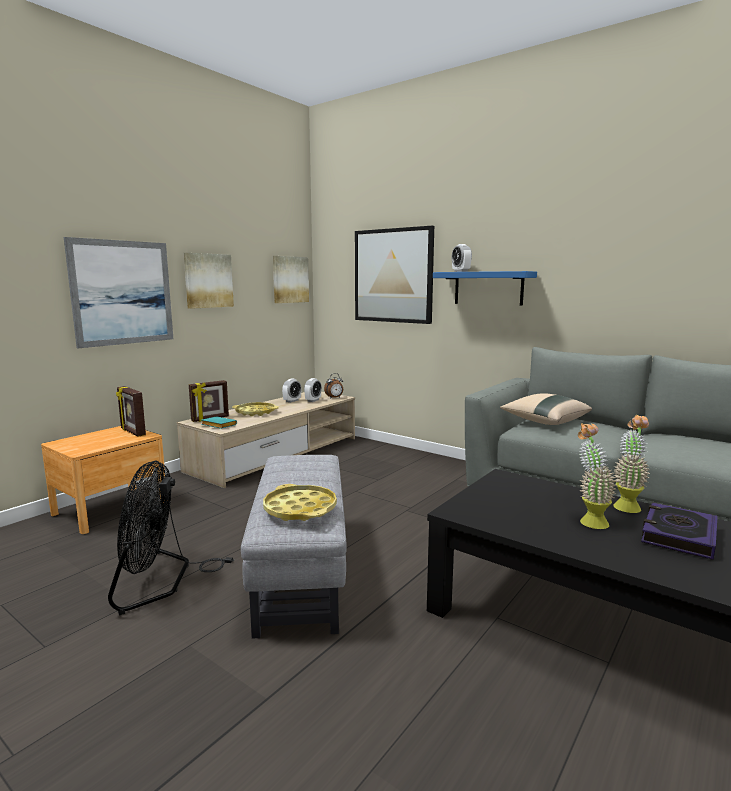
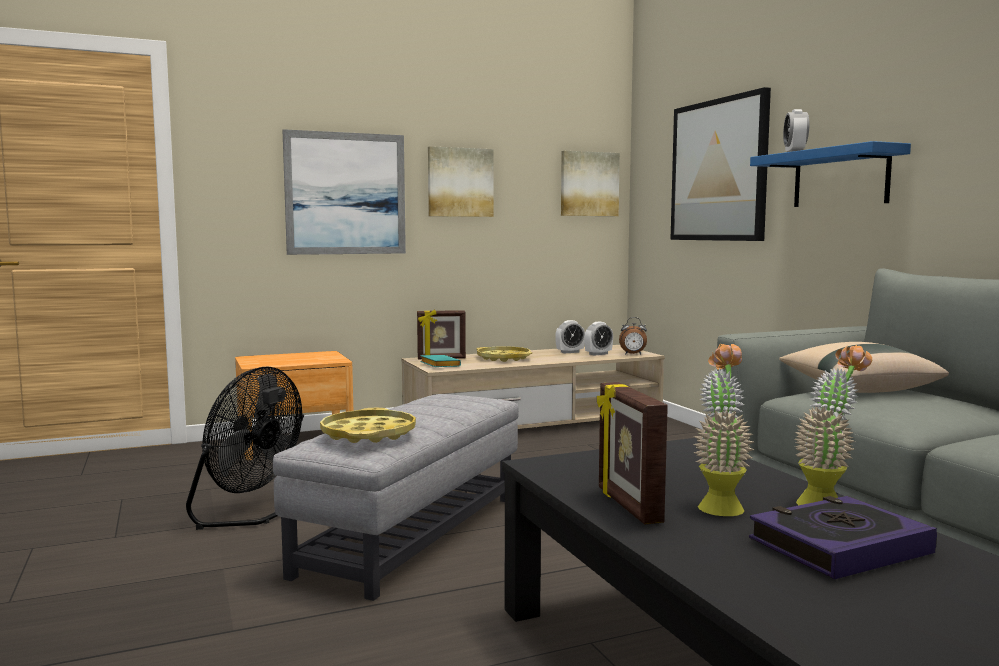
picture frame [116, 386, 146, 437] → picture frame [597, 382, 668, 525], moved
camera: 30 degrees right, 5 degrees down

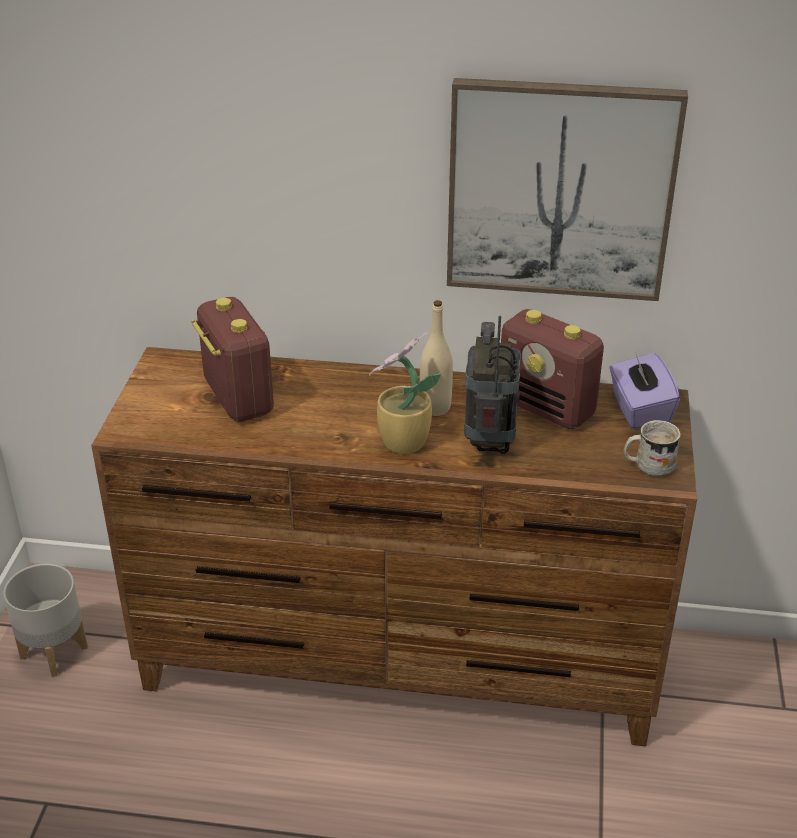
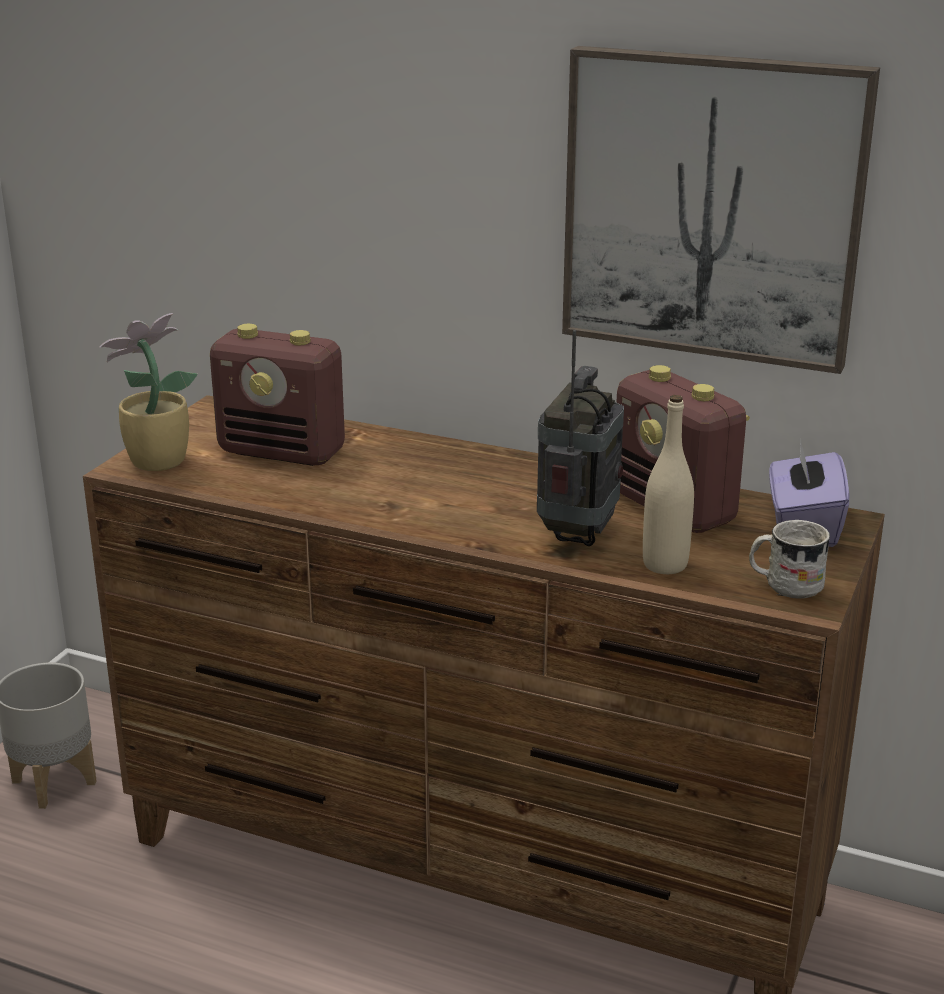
radio [191, 297, 274, 422] → radio [210, 324, 345, 466], 120 degrees clockwise
beige bottle [420, 300, 453, 416] → beige bottle [643, 395, 694, 574], moved
potted plant [369, 333, 441, 454] → potted plant [99, 313, 198, 471], moved
camera: 15 degrees right, 10 degrees down

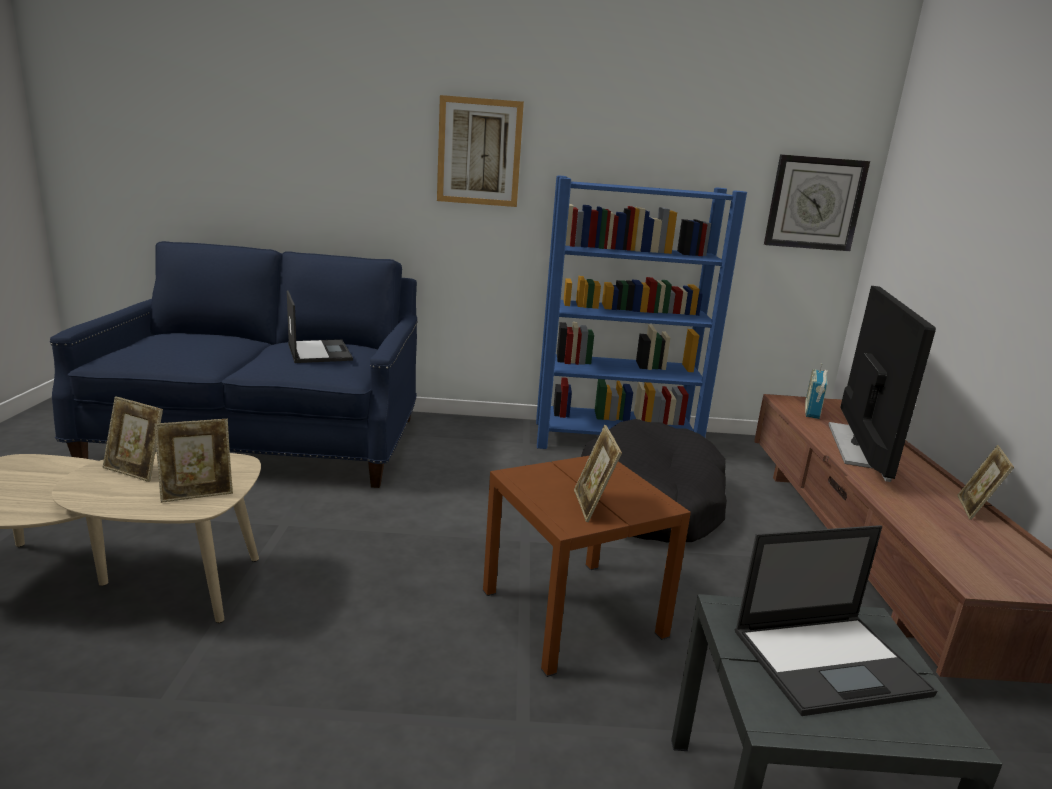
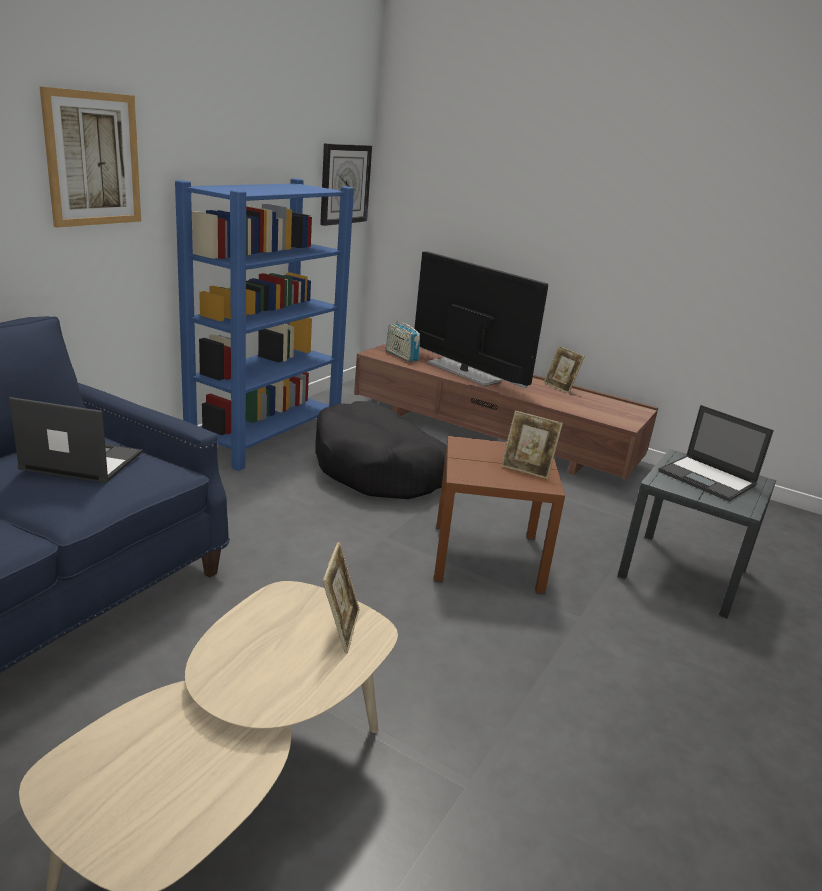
picture frame [103, 396, 163, 482] → -
laptop [735, 525, 937, 716] → laptop [658, 405, 774, 502], 120 degrees clockwise
camera: 60 degrees left, 5 degrees up

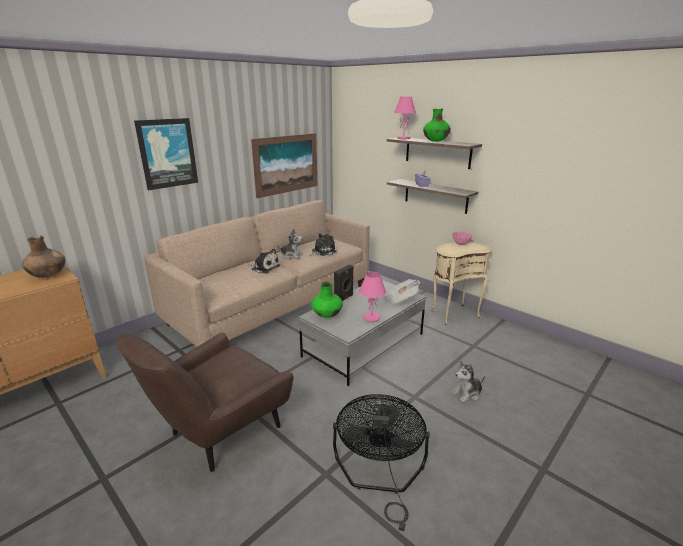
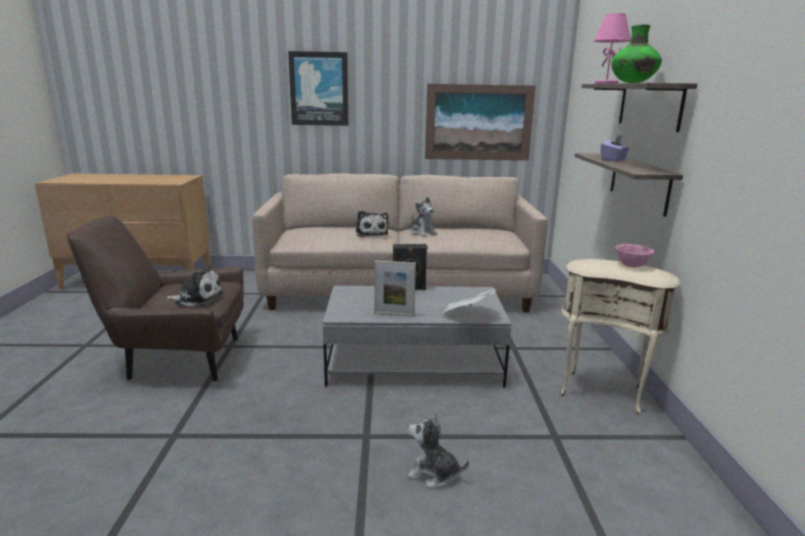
plush toy [310, 233, 337, 256] → plush toy [166, 265, 223, 307], moved
brown vase [22, 235, 65, 278] → -
pink table lamp [359, 272, 386, 322] → picture frame [375, 261, 416, 316]
green vase [311, 282, 343, 318] → -
black fan [333, 394, 430, 531] → -
camera: 45 degrees right, 5 degrees down

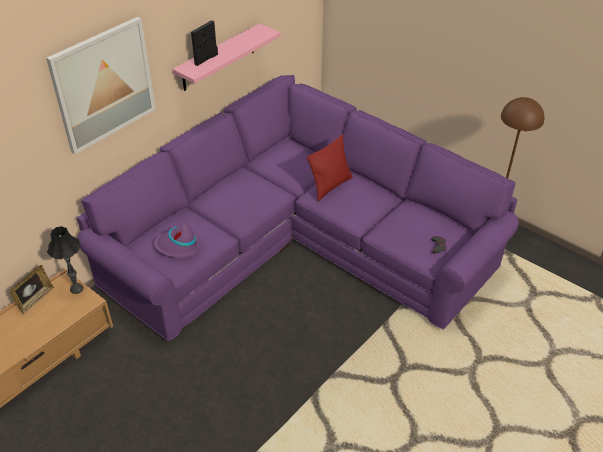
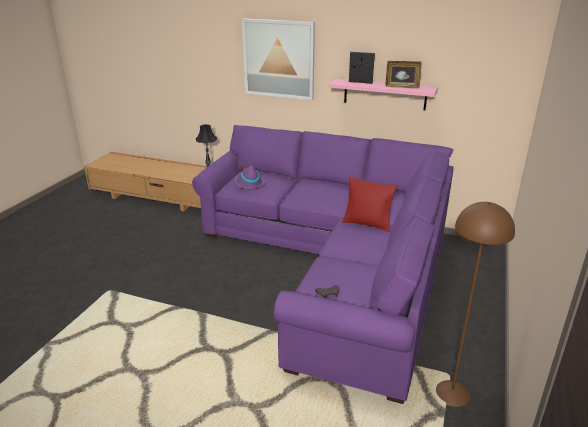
picture frame [10, 265, 54, 314] → picture frame [386, 61, 422, 88], moved
camera: 70 degrees right, 15 degrees down

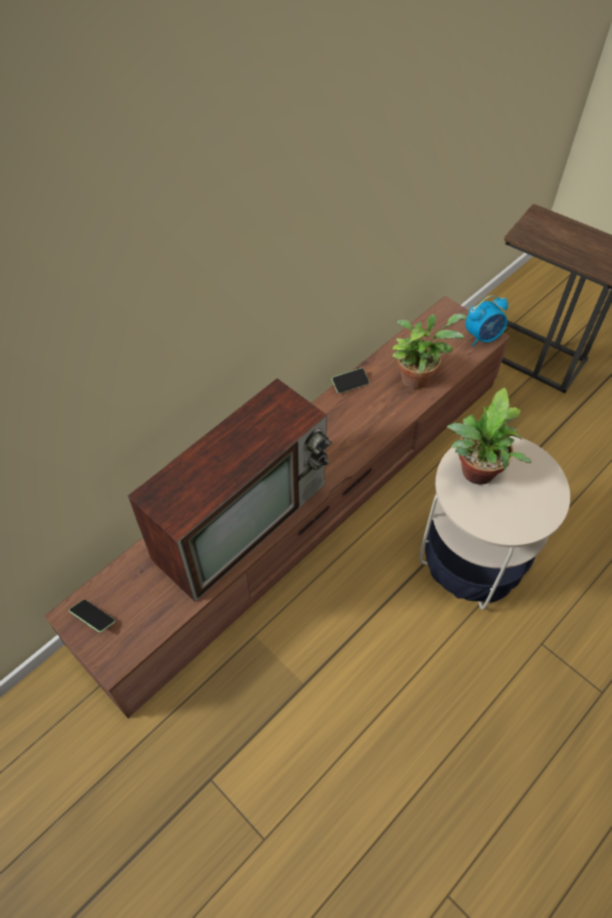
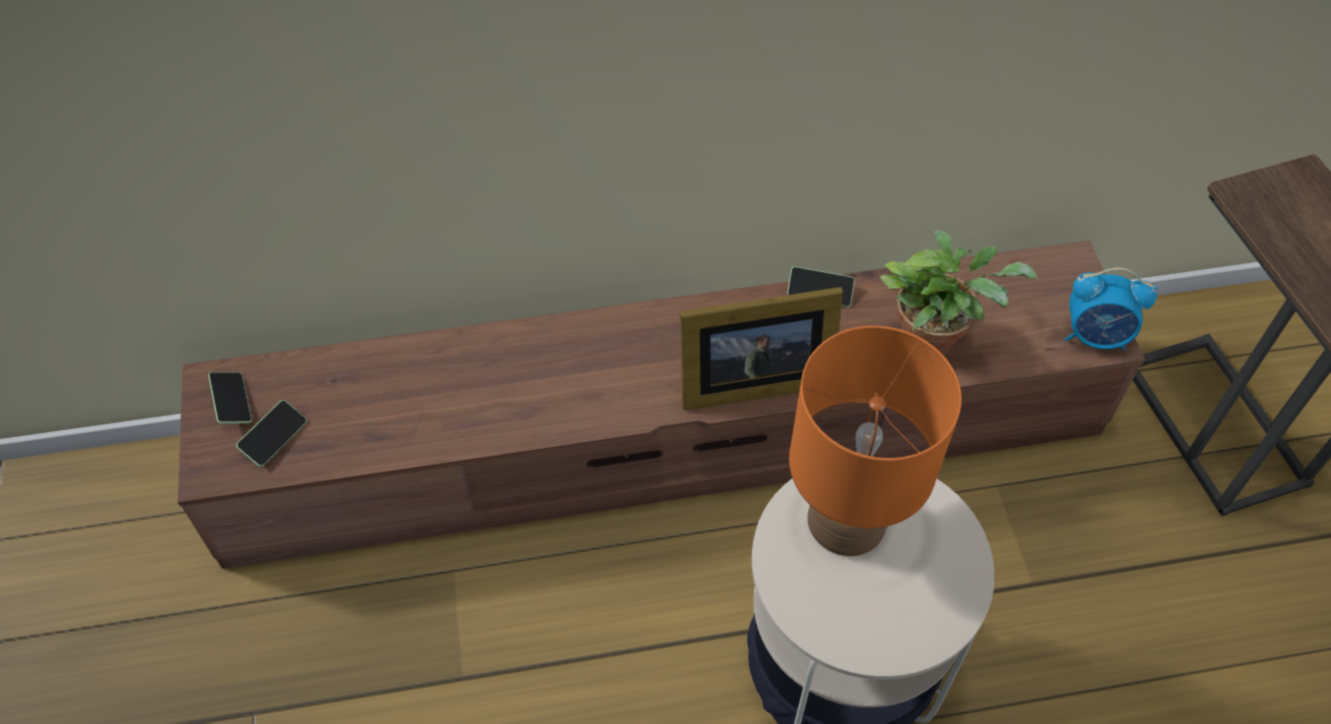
television [128, 378, 332, 602] → -
potted plant [447, 387, 532, 485] → orange table lamp [789, 326, 962, 556]
- → picture frame [680, 287, 843, 411]
- → phone [236, 400, 307, 467]
camera: 35 degrees right, 0 degrees up

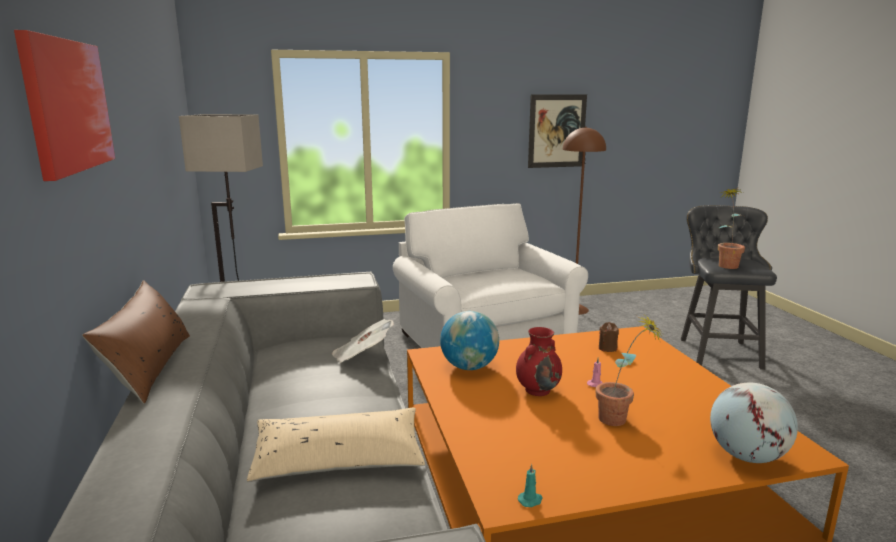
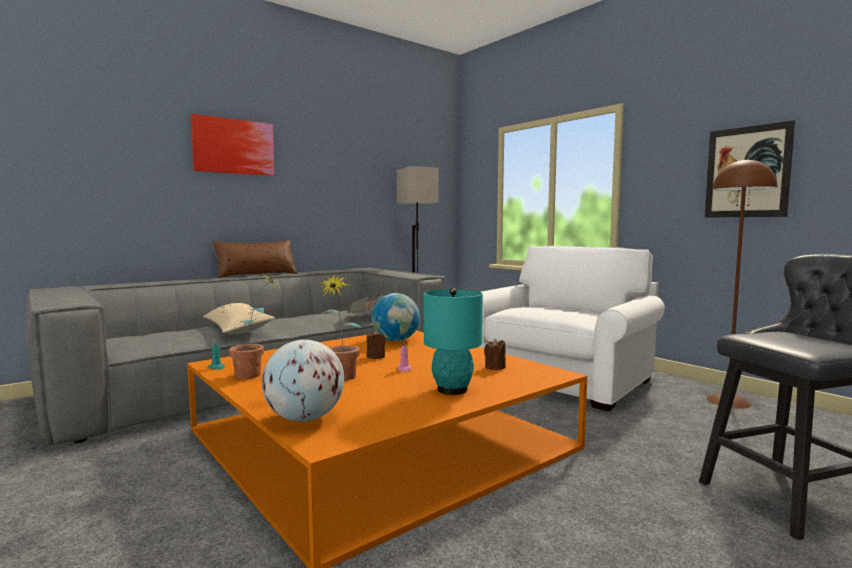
potted plant [718, 189, 745, 269] → potted plant [229, 273, 280, 379], moved
red vase [516, 327, 562, 396] → brown candle [367, 330, 386, 359]
- → turquoise table lamp [424, 288, 483, 395]
camera: 65 degrees right, 10 degrees down

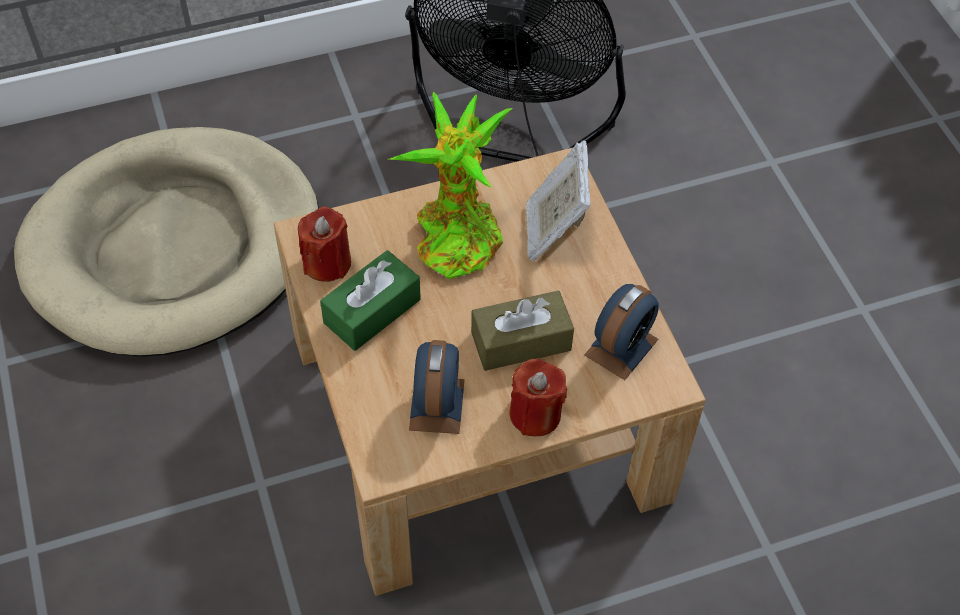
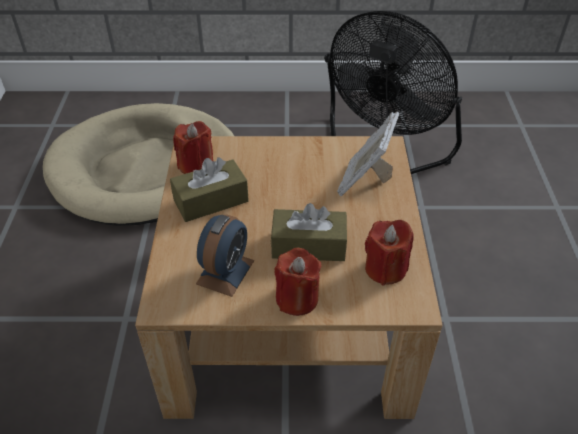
potted plant [388, 92, 512, 279] → -
green tissue box [320, 250, 421, 351] → brown tissue box [170, 157, 249, 222]
alarm clock [584, 284, 659, 380] → red candle [365, 220, 413, 286]
camera: 20 degrees right, 10 degrees down

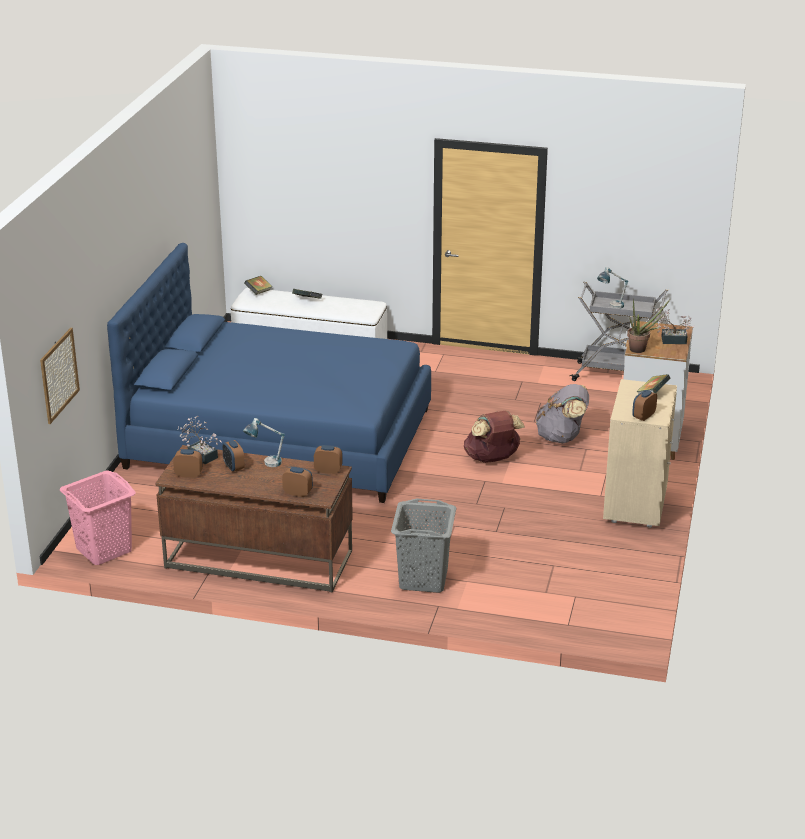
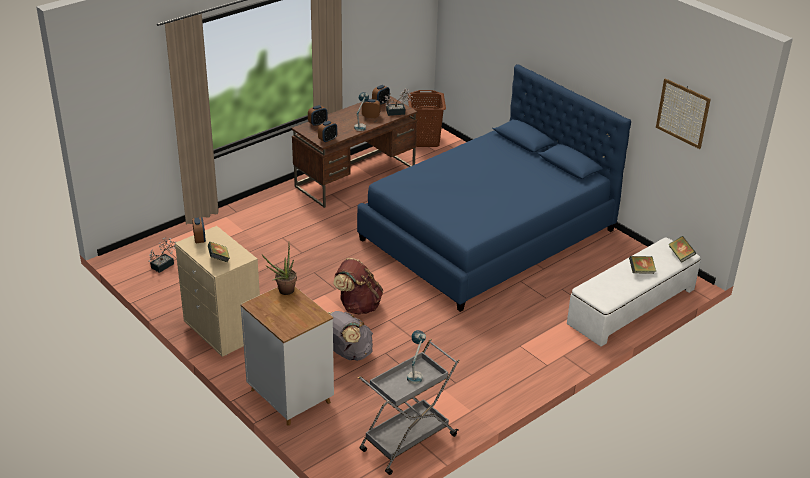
potted plant [652, 307, 695, 344] → potted plant [149, 237, 176, 273], moved
picture [40, 328, 80, 424] → picture [656, 78, 711, 149], moved
pink laundry basket [60, 470, 136, 565] → brown laundry basket [408, 90, 446, 147]
grey laundry basket [391, 498, 456, 593] → -
camera: 125 degrees right, 5 degrees up

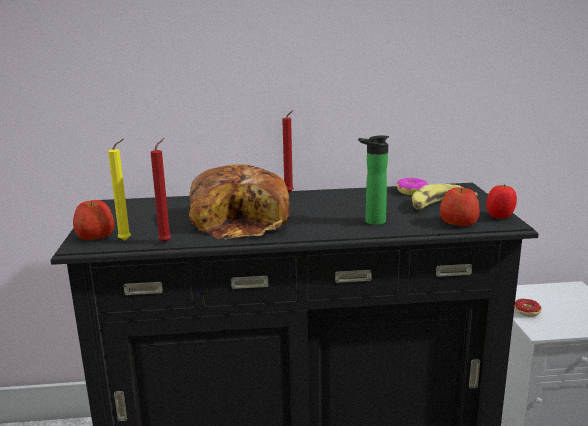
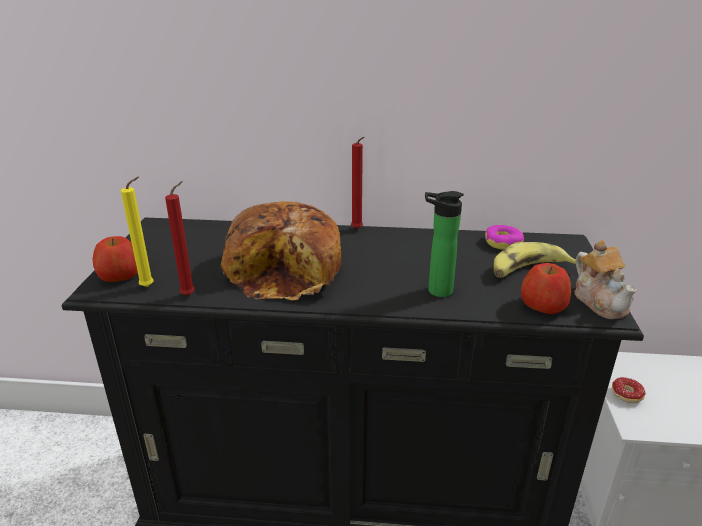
tomato [486, 184, 517, 219] → teapot [574, 240, 637, 319]
camera: 10 degrees right, 10 degrees up

